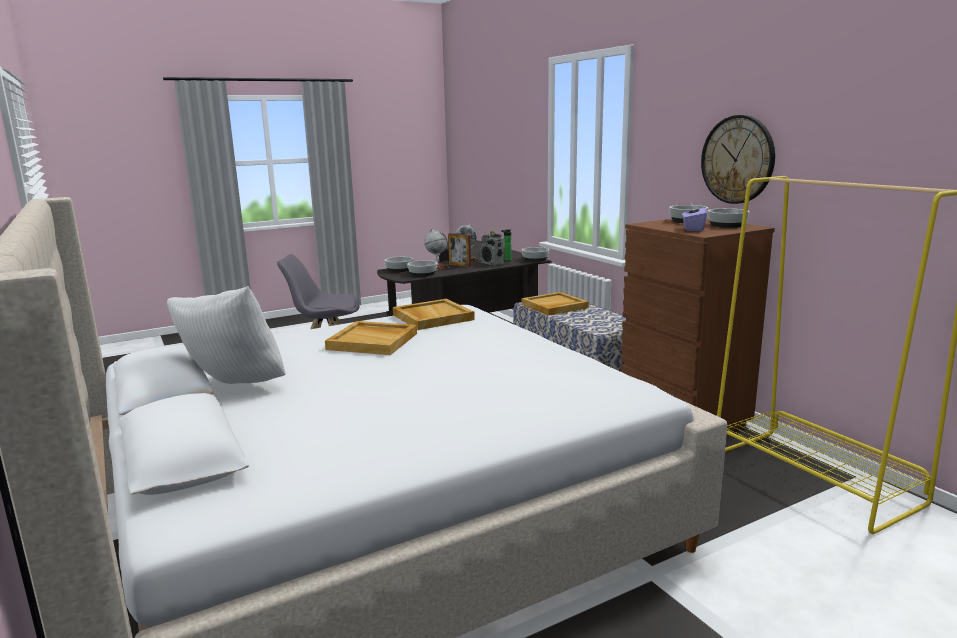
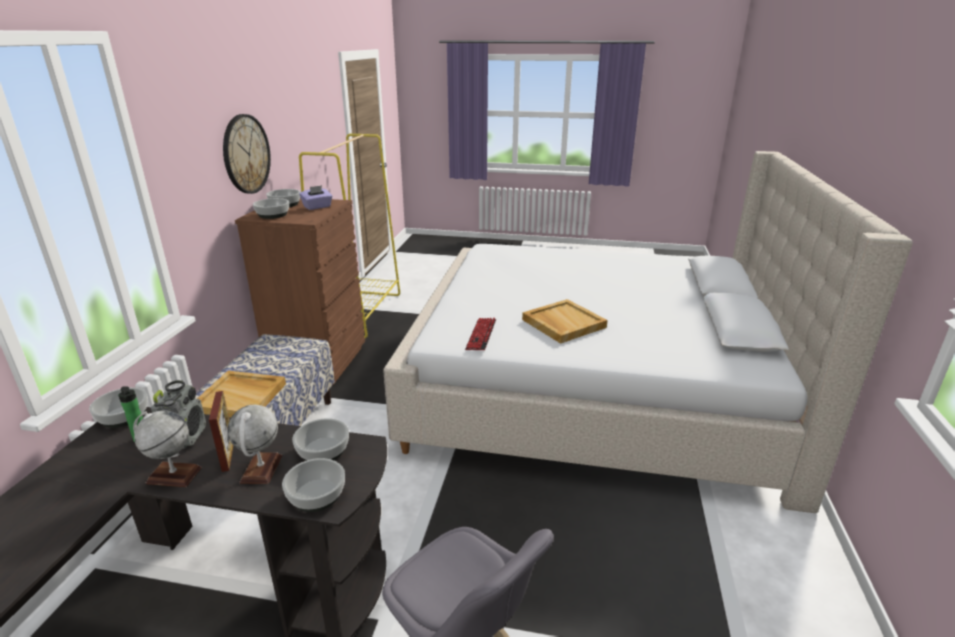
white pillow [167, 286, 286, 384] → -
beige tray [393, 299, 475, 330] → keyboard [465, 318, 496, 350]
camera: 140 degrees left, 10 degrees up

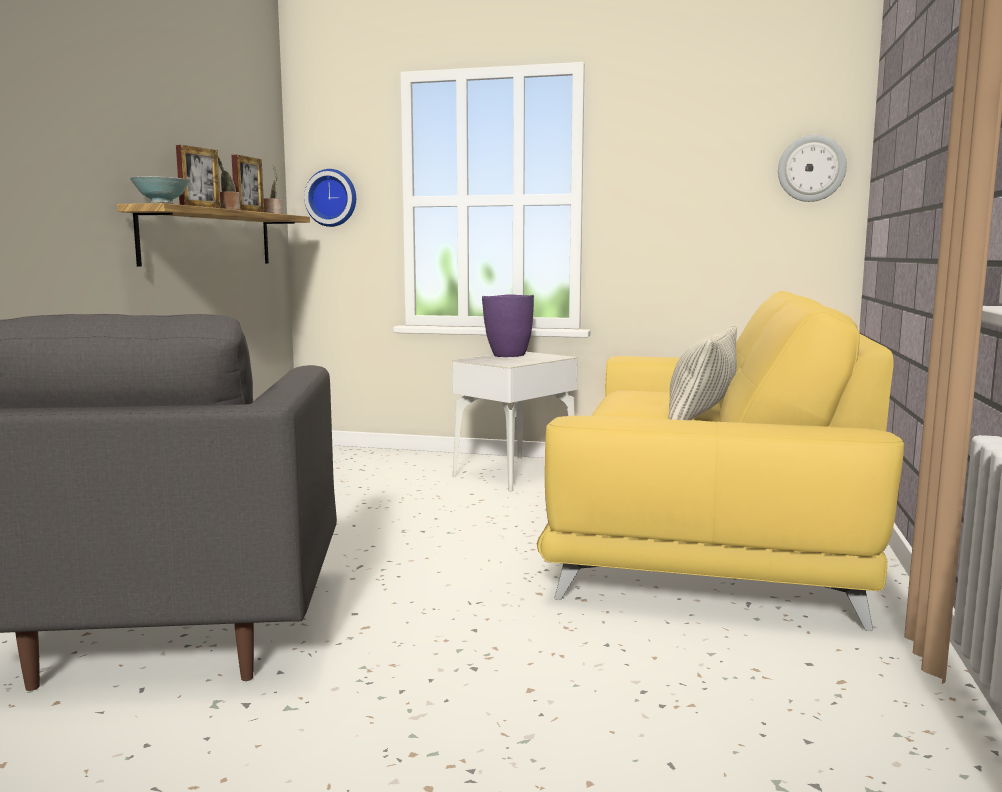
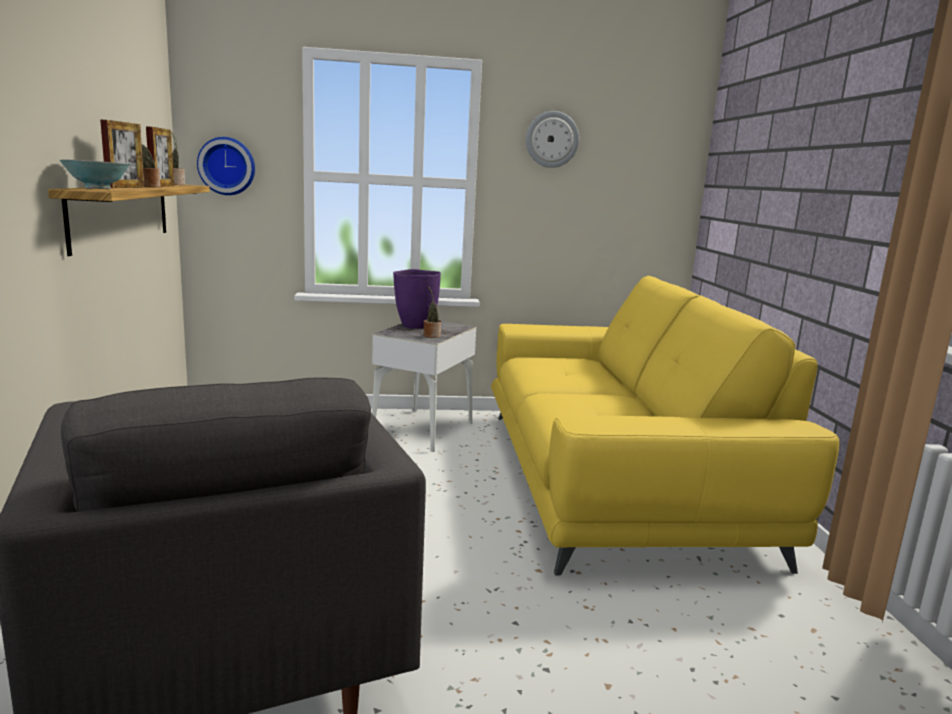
wall clock [778, 135, 847, 202] → wall clock [526, 111, 579, 168], moved
pillow [668, 325, 737, 420] → -
- → potted plant [423, 286, 441, 338]
camera: 20 degrees left, 5 degrees up

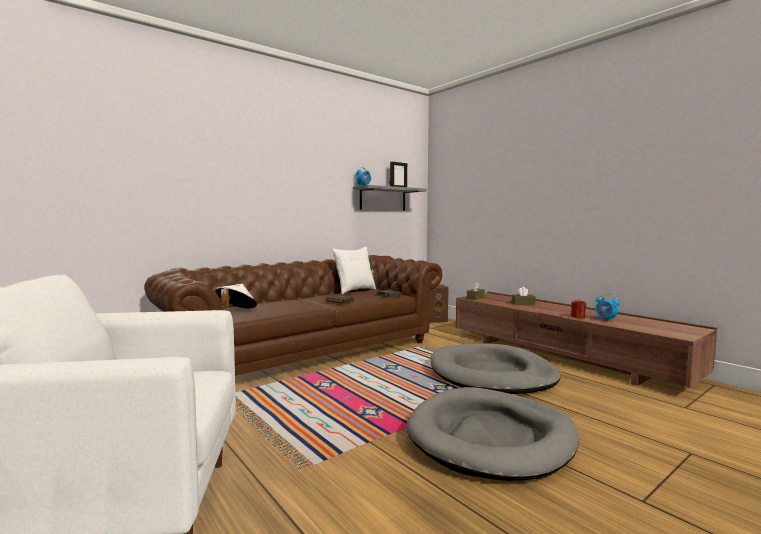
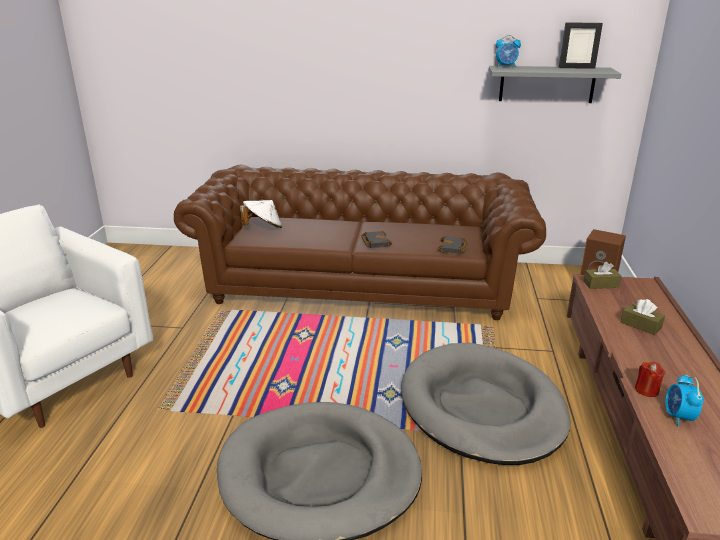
white pillow [332, 247, 376, 294] → -
camera: 45 degrees right, 20 degrees up

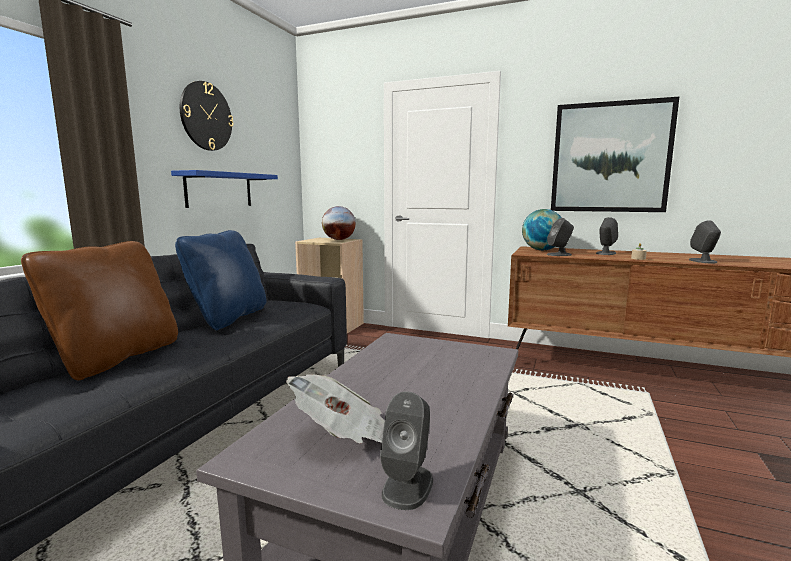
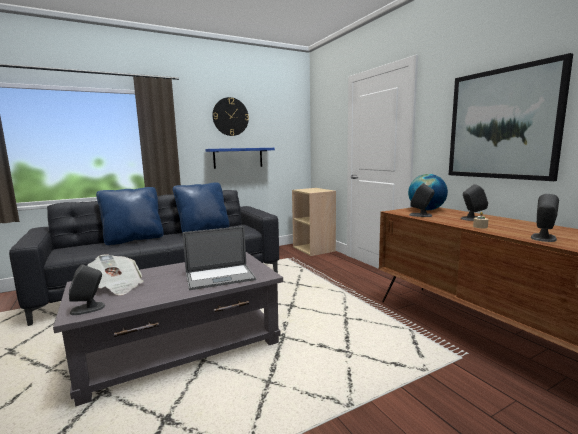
globe [322, 206, 356, 240] → -
brown pillow [21, 241, 178, 380] → blue pillow [96, 187, 164, 245]
- → laptop [183, 226, 256, 290]
camera: 40 degrees right, 0 degrees up

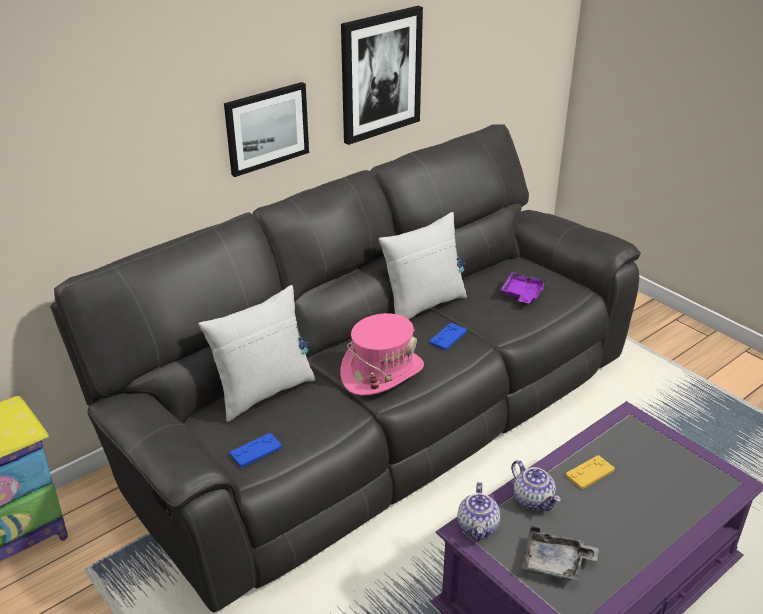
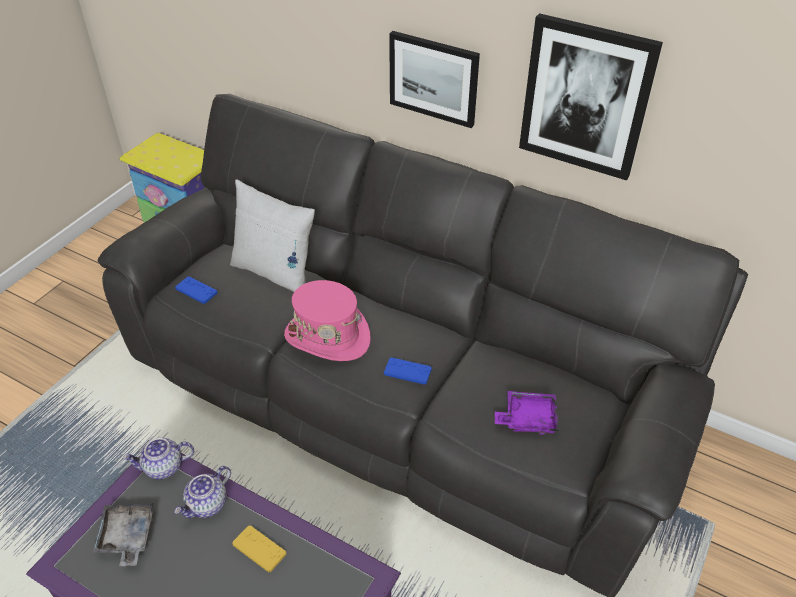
grey pillow [378, 212, 467, 320] → -
camera: 70 degrees right, 10 degrees up

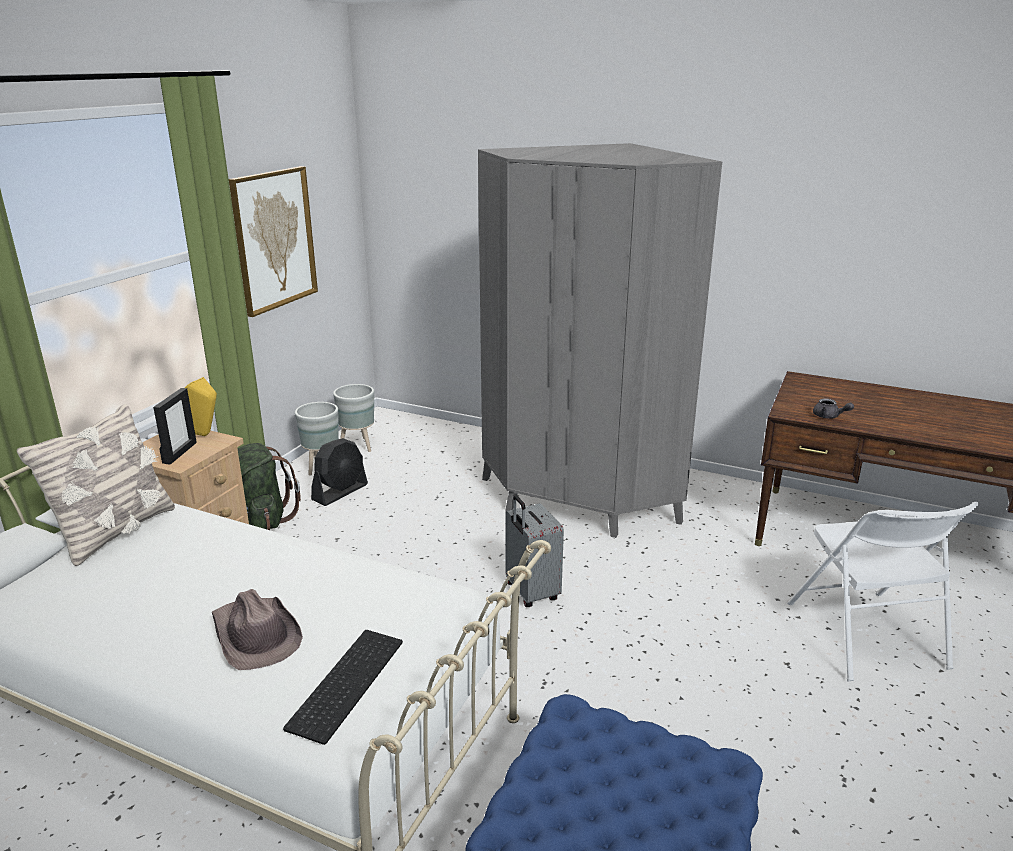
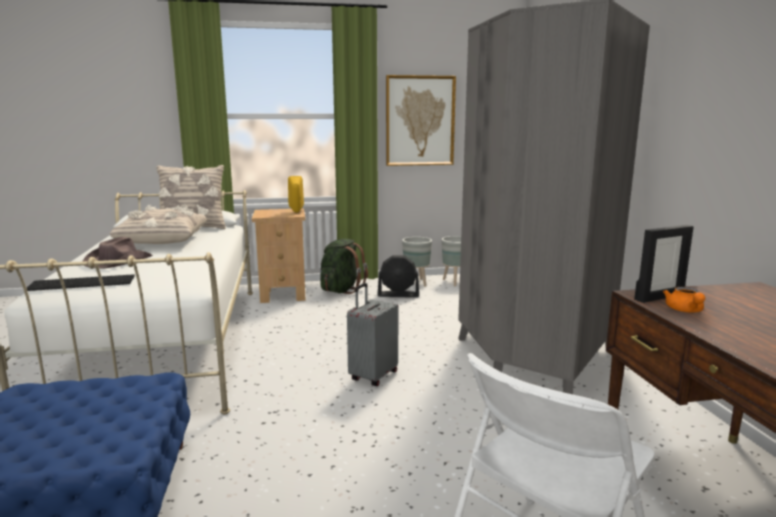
picture frame [153, 388, 197, 465] → picture frame [634, 225, 694, 303], moved
grey teapot [813, 398, 854, 419] → orange teapot [663, 287, 705, 313]
- → beige pillow [110, 204, 207, 244]
camera: 55 degrees right, 10 degrees down

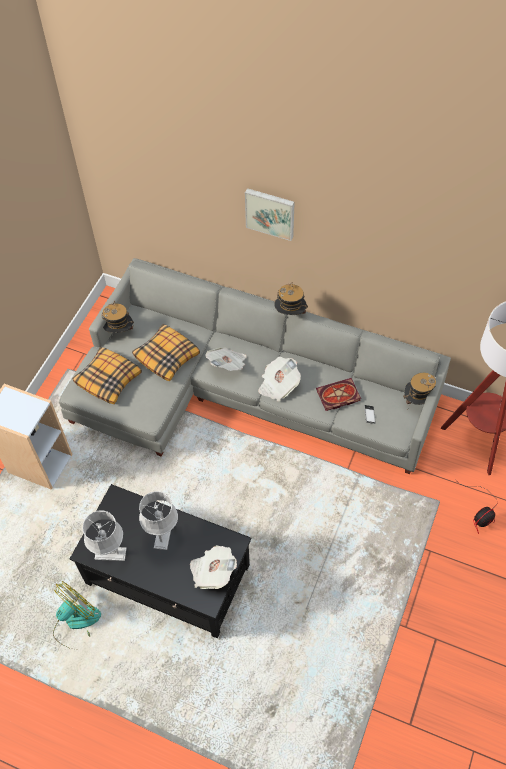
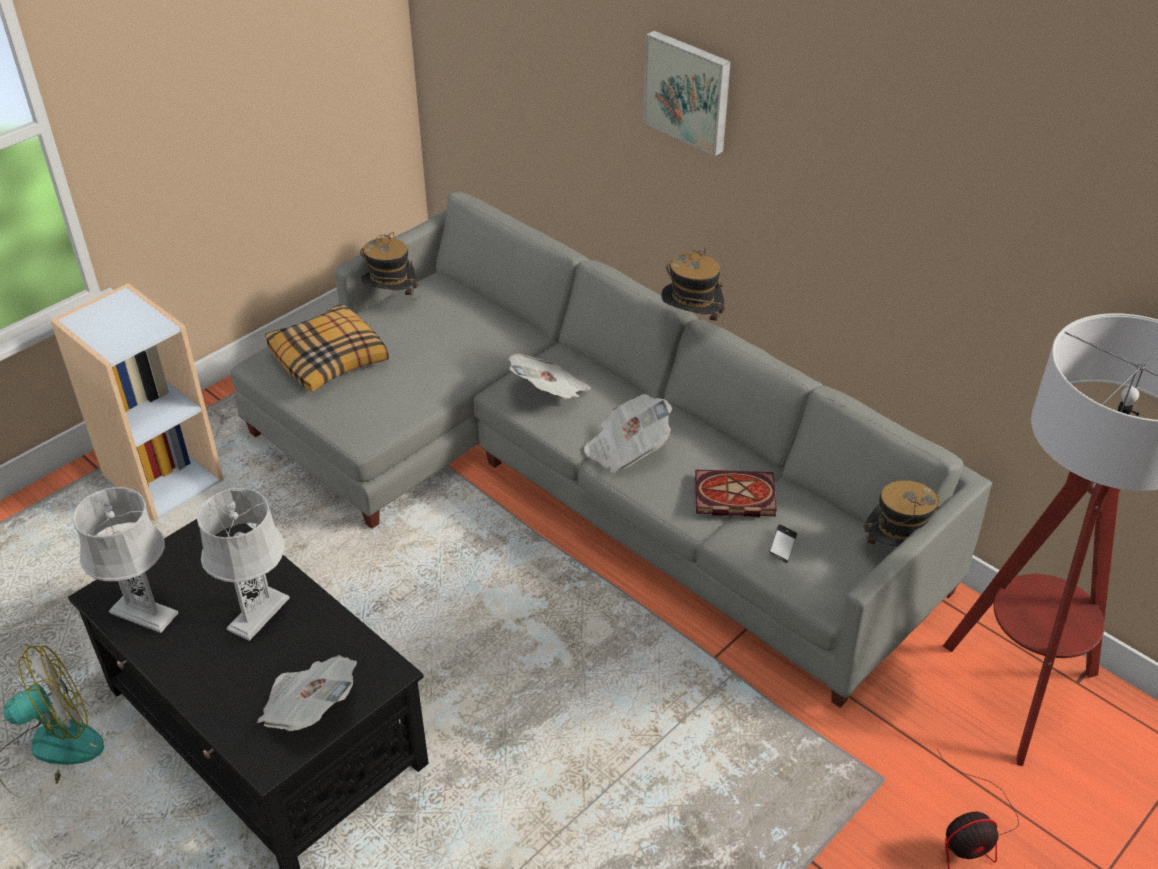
pillow [132, 324, 200, 381] → -
camera: 20 degrees right, 15 degrees down

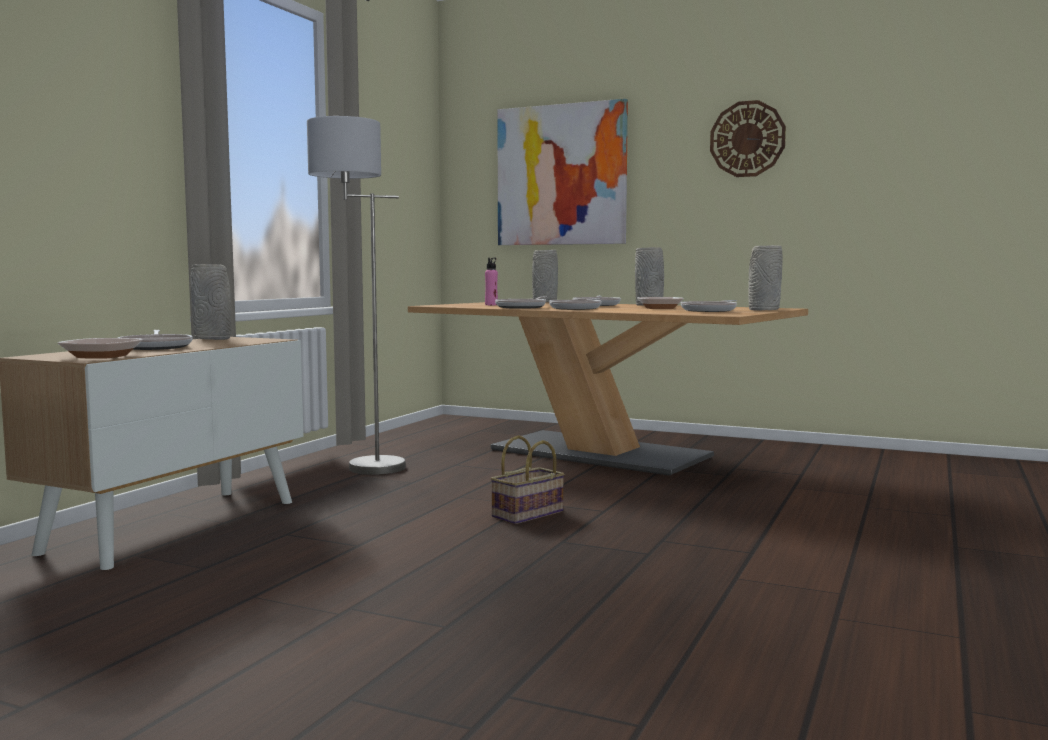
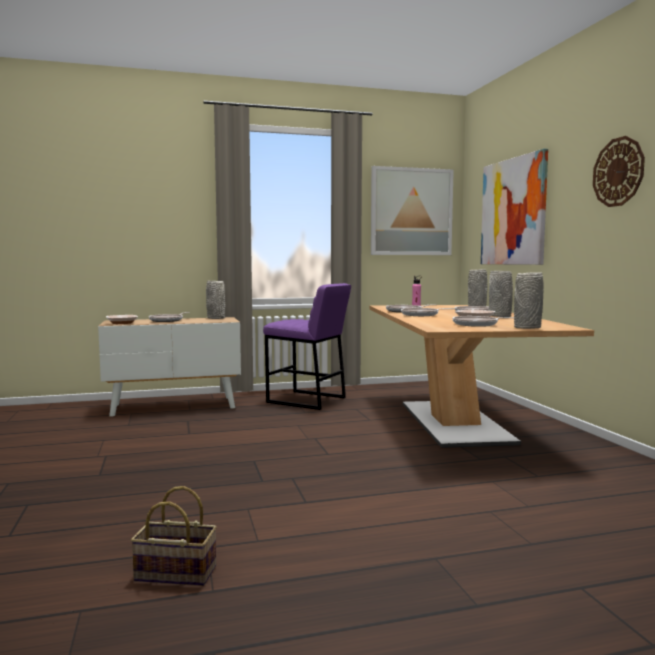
grey floor lamp [307, 116, 405, 475] → purple chair [263, 283, 351, 410]
basket [490, 435, 565, 524] → basket [131, 486, 217, 586], moved
- → picture [371, 166, 454, 255]
camera: 50 degrees right, 0 degrees up

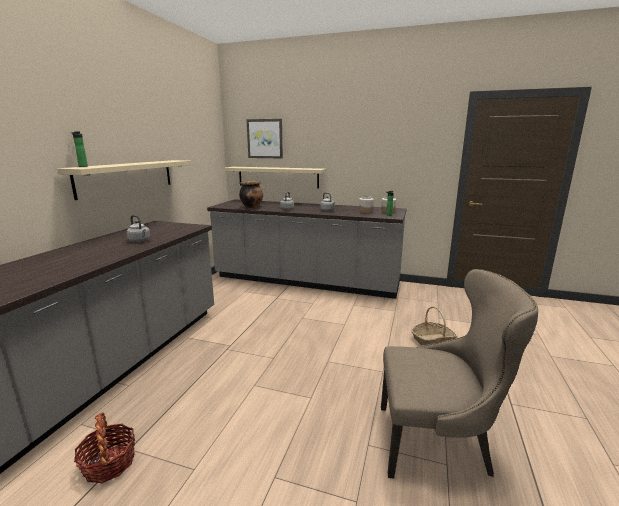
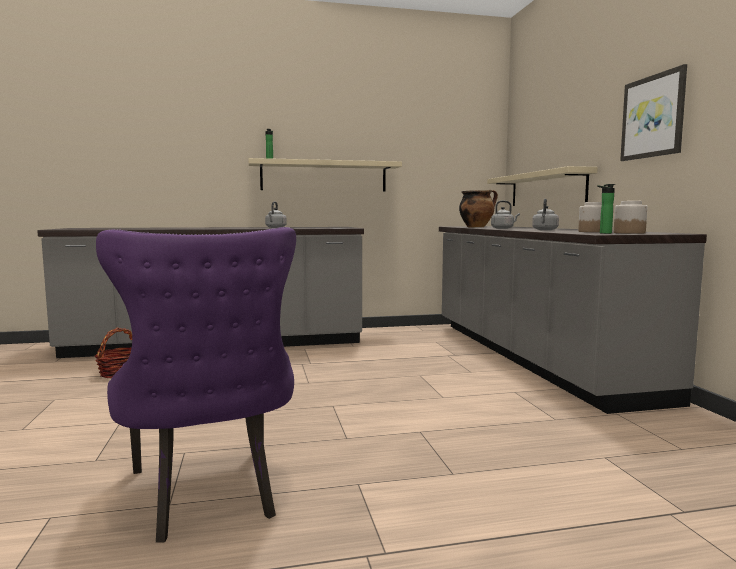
picture [246, 119, 283, 158] → picture [620, 64, 687, 161], moved
beige chair [381, 269, 538, 478] → purple chair [96, 227, 296, 543]
basket [411, 306, 458, 345] → -
camera: 60 degrees right, 10 degrees down

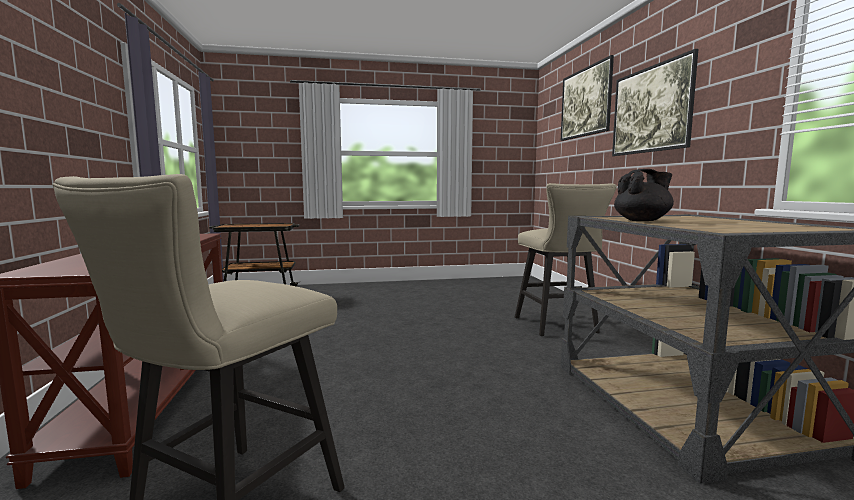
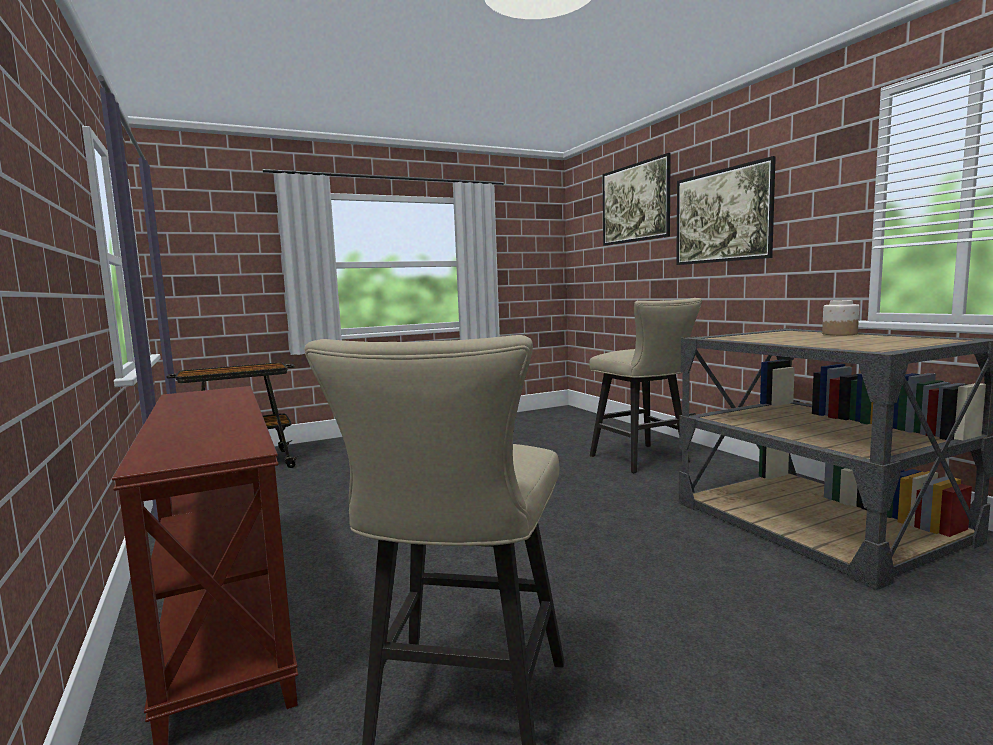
black teapot [614, 169, 674, 221] → -
- → jar [822, 300, 859, 335]
camera: 15 degrees left, 0 degrees up

